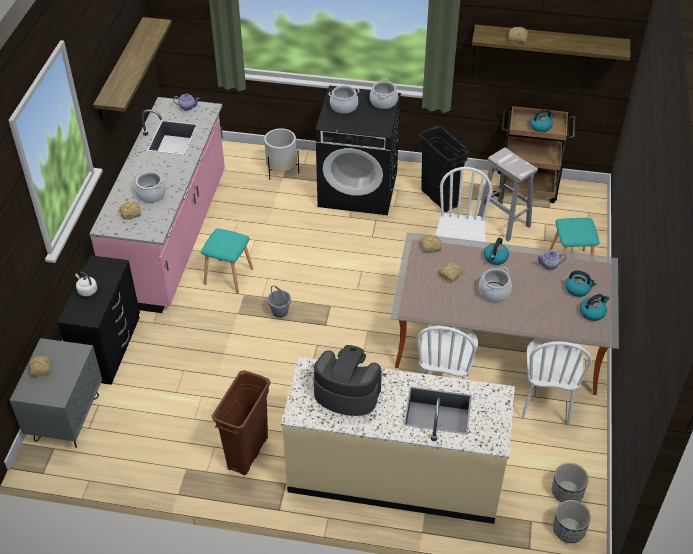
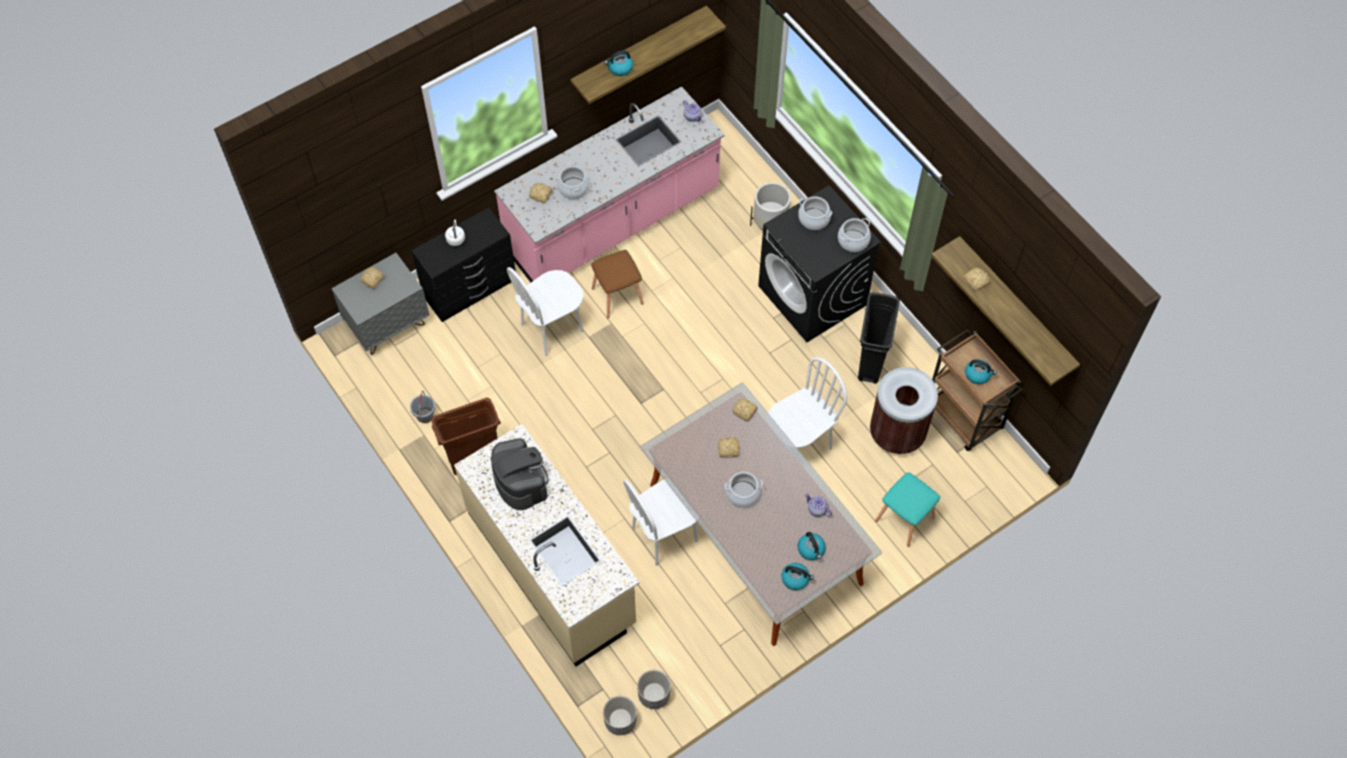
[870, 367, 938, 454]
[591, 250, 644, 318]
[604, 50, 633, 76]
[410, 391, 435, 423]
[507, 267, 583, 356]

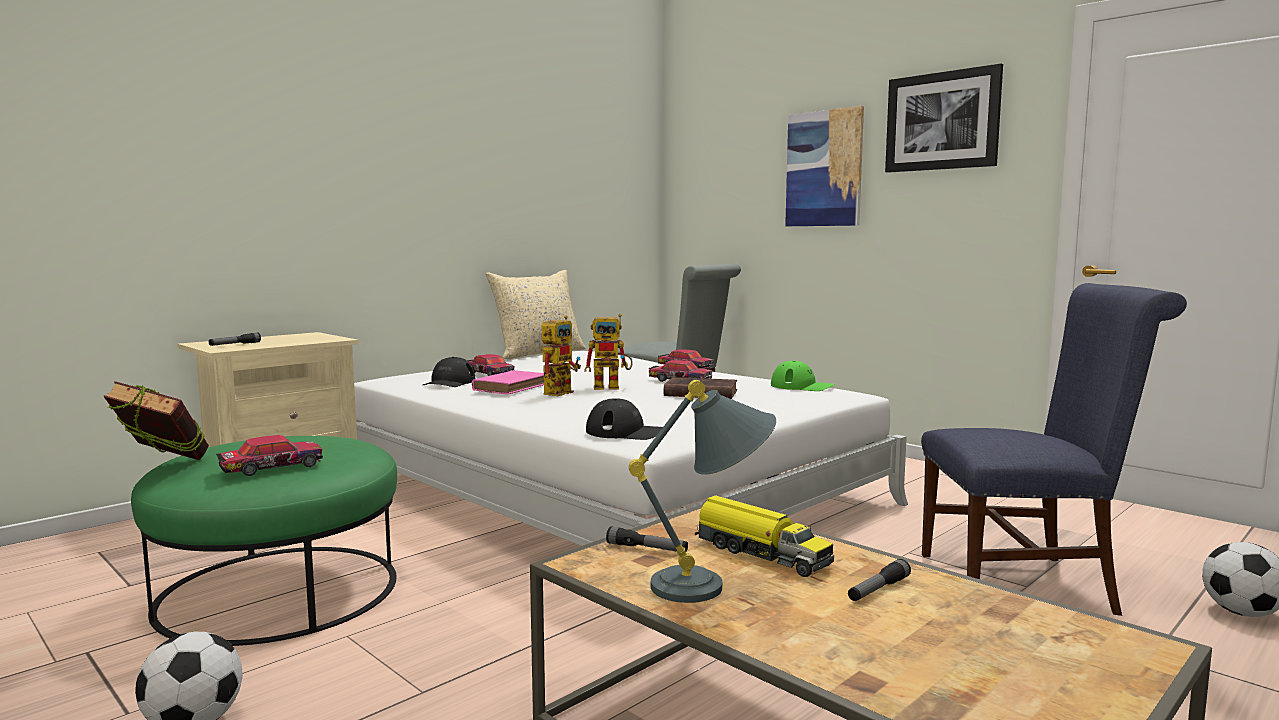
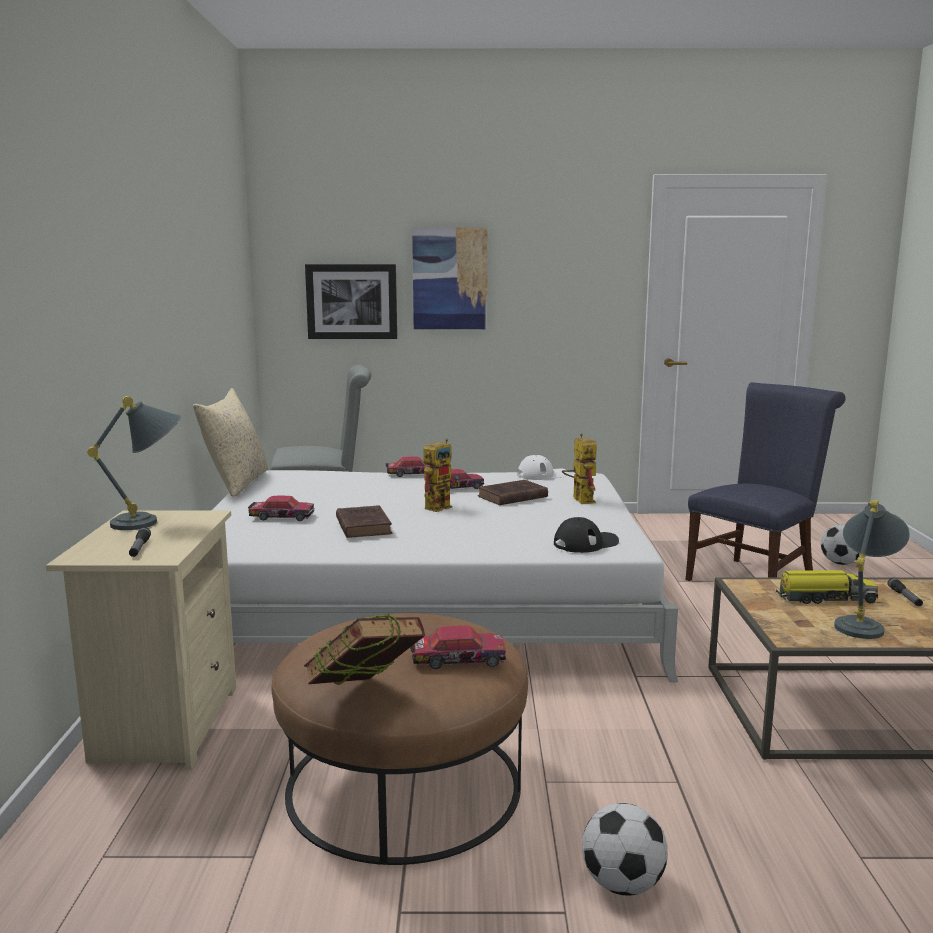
[305, 264, 397, 339]
[562, 433, 597, 504]
[423, 357, 475, 387] (first image)
[517, 455, 568, 480]
[336, 505, 392, 538]
[410, 626, 506, 669]
[271, 613, 528, 865]
[606, 526, 688, 552] (first image)
[87, 396, 181, 530]

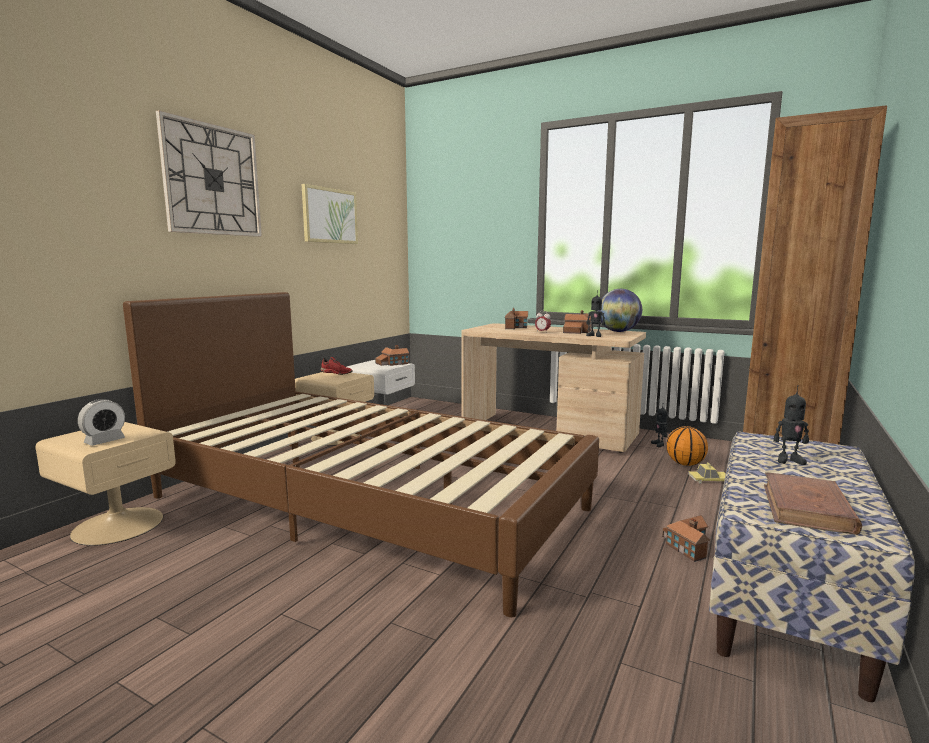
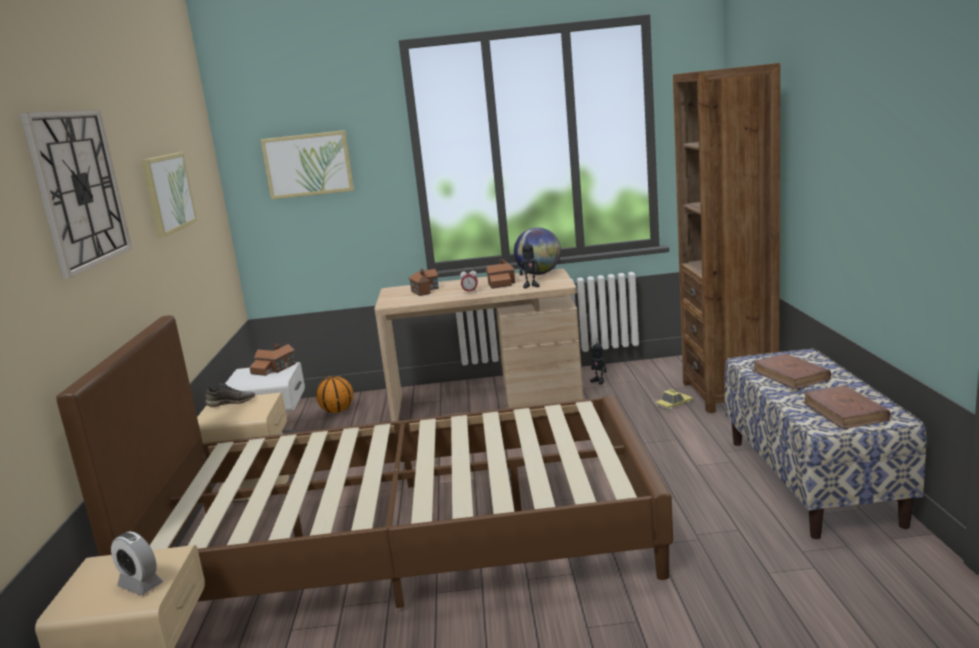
[206, 383, 255, 407]
[752, 354, 831, 389]
[111, 531, 163, 596]
[316, 376, 353, 413]
[662, 515, 710, 562] (first image)
[260, 130, 354, 200]

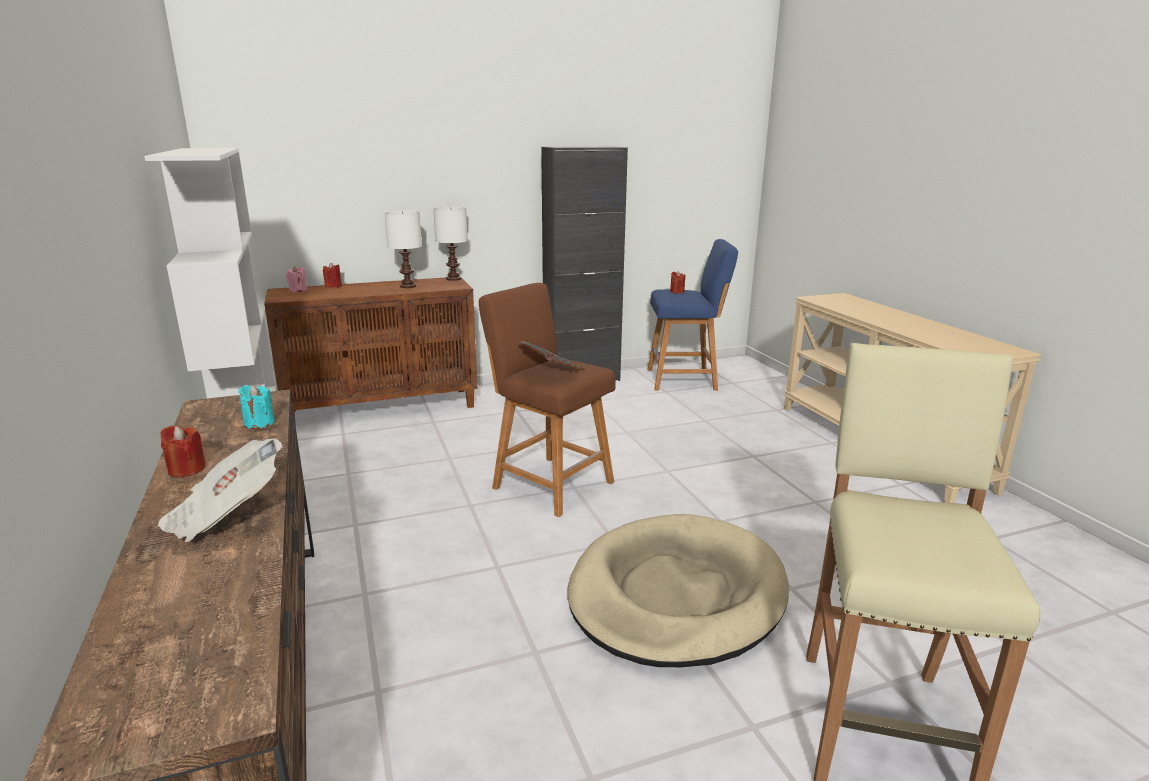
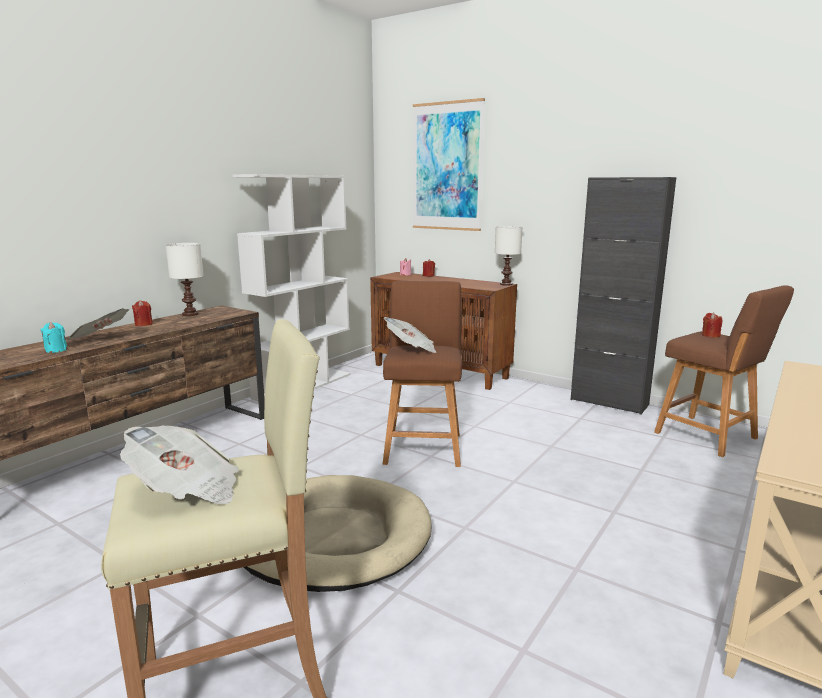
[166, 243, 204, 316]
[654, 285, 794, 457]
[41, 322, 68, 353]
[413, 98, 485, 231]
[120, 426, 239, 504]

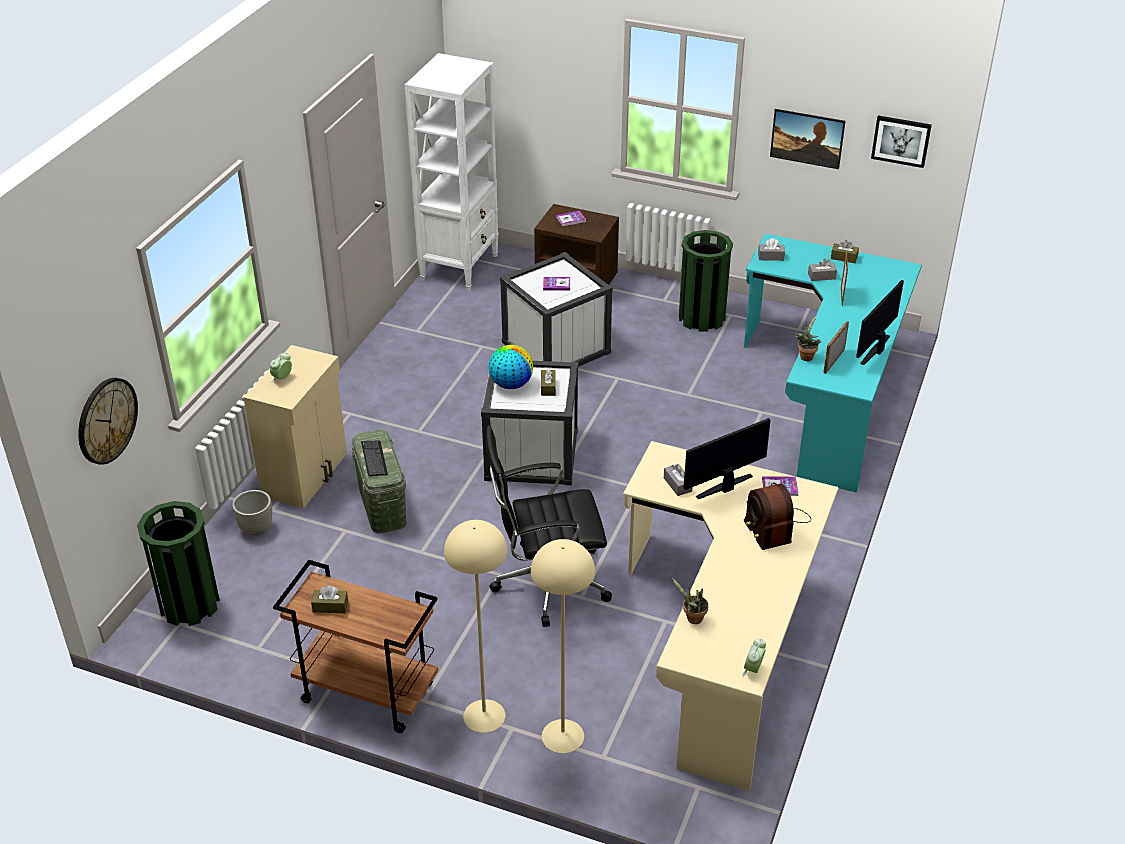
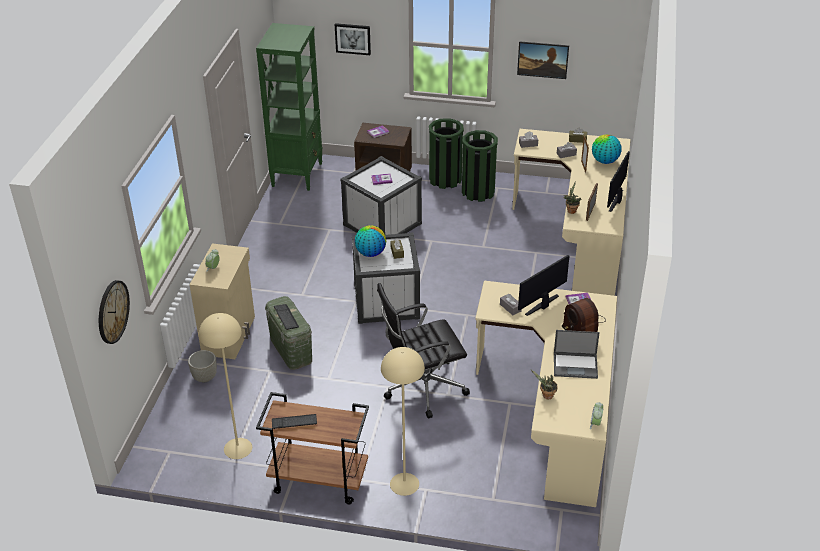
[256, 23, 323, 191]
[335, 23, 371, 55]
[512, 129, 631, 296]
[429, 118, 464, 189]
[199, 313, 252, 459]
[272, 414, 317, 429]
[592, 134, 621, 164]
[554, 330, 600, 379]

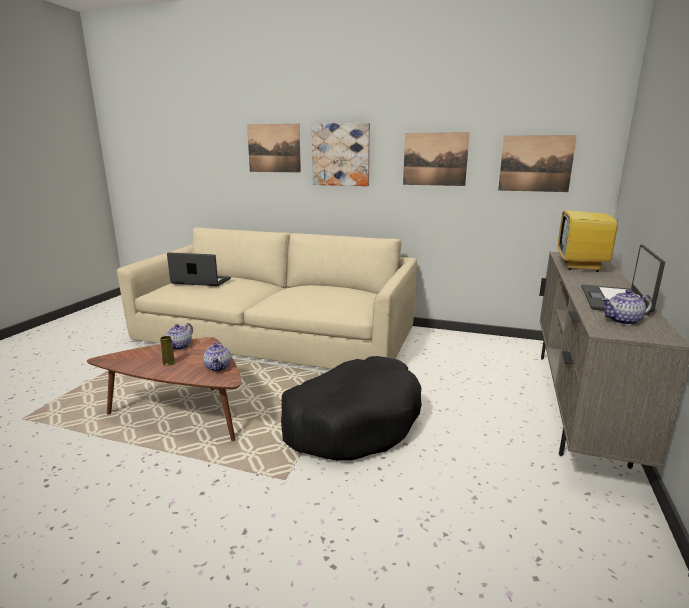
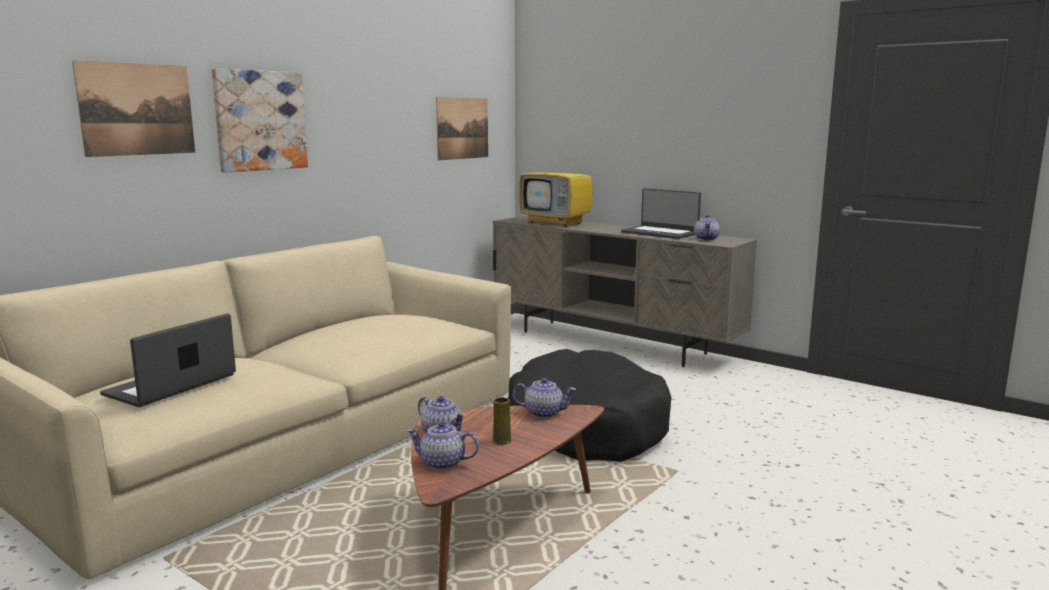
[403, 132, 470, 186] (first image)
[407, 422, 479, 470]

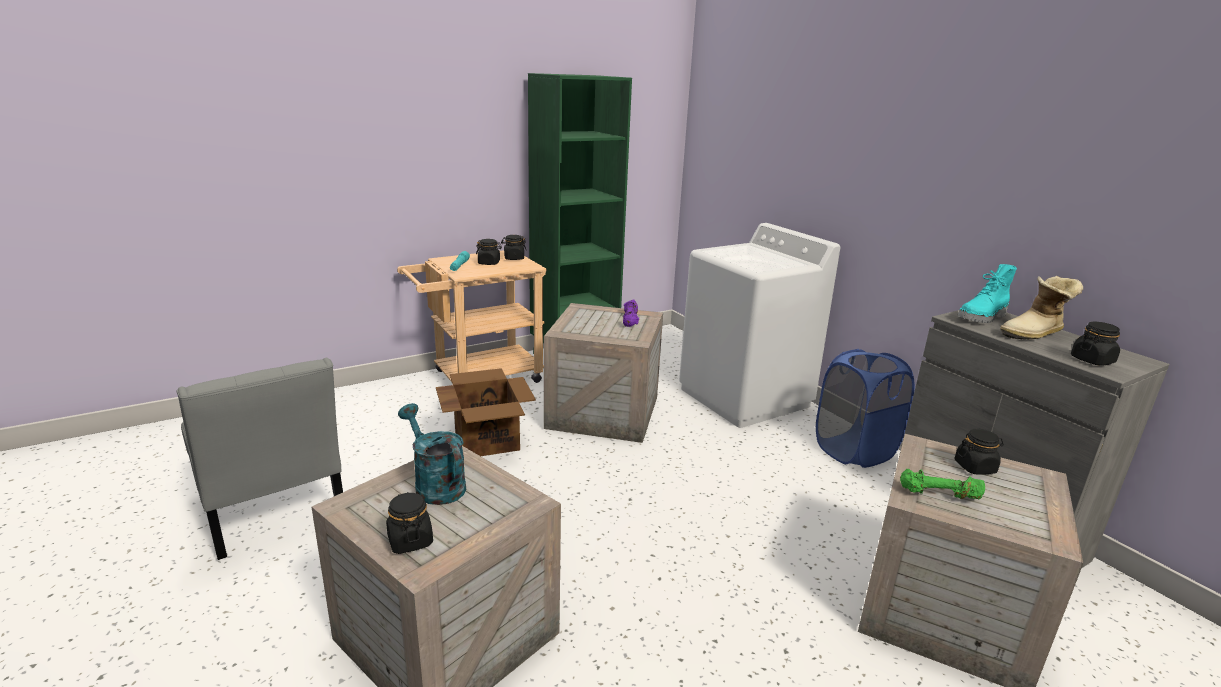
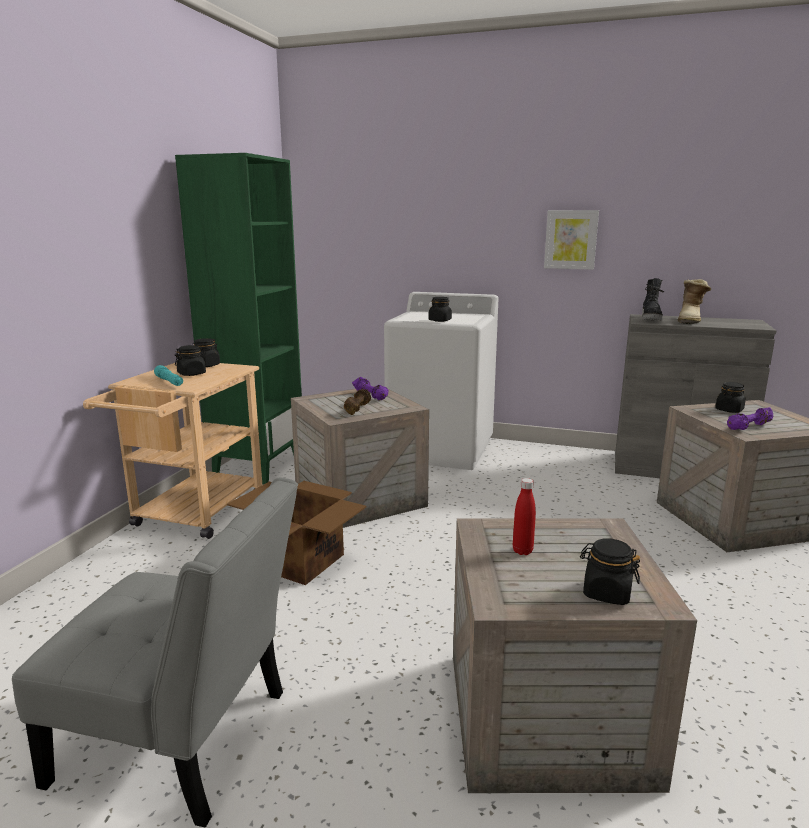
[642, 278, 664, 320]
[429, 297, 452, 322]
[816, 349, 915, 468] (first image)
[513, 478, 536, 555]
[727, 407, 773, 430]
[544, 210, 599, 270]
[344, 389, 371, 415]

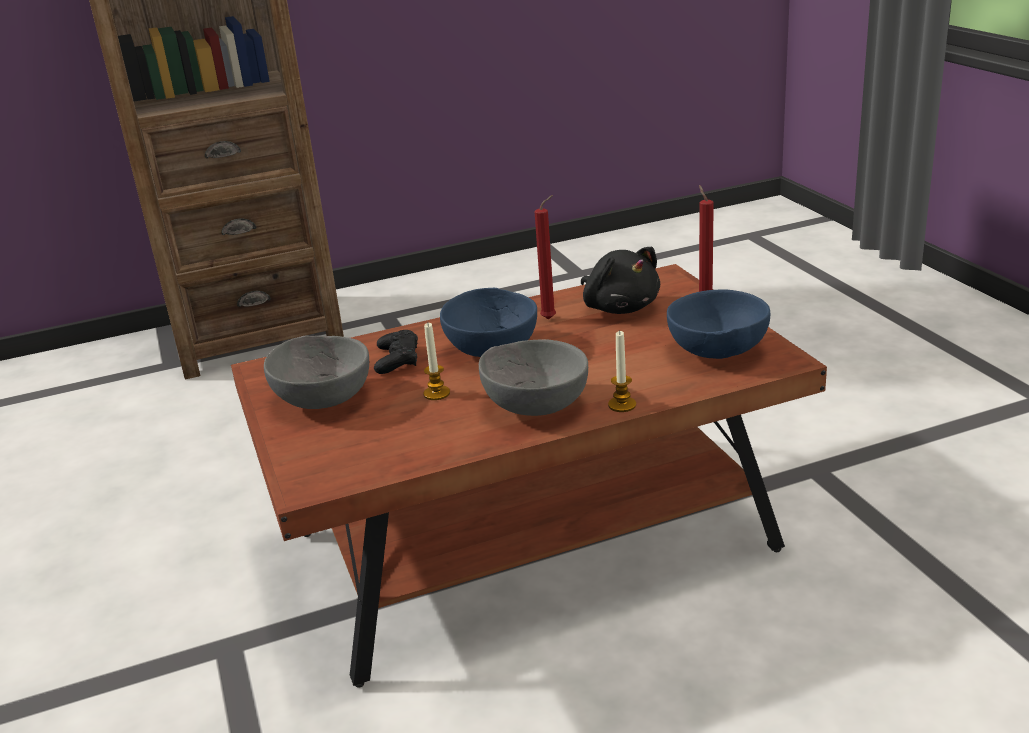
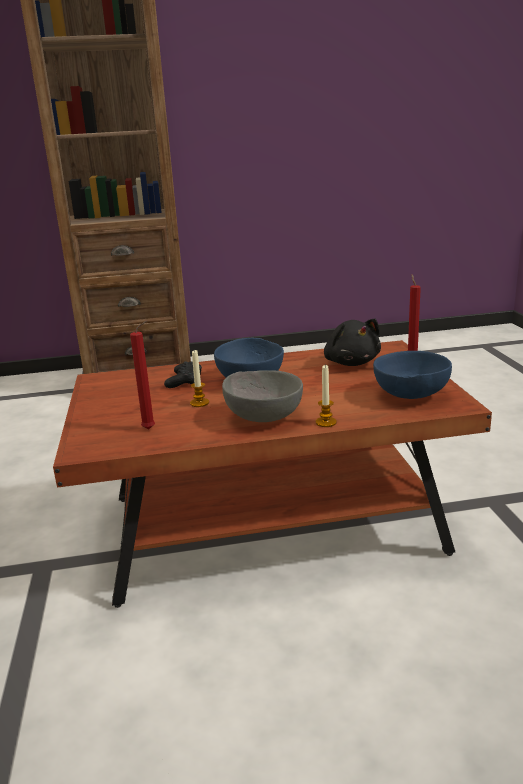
[130, 321, 155, 429]
[264, 336, 369, 409] (first image)

